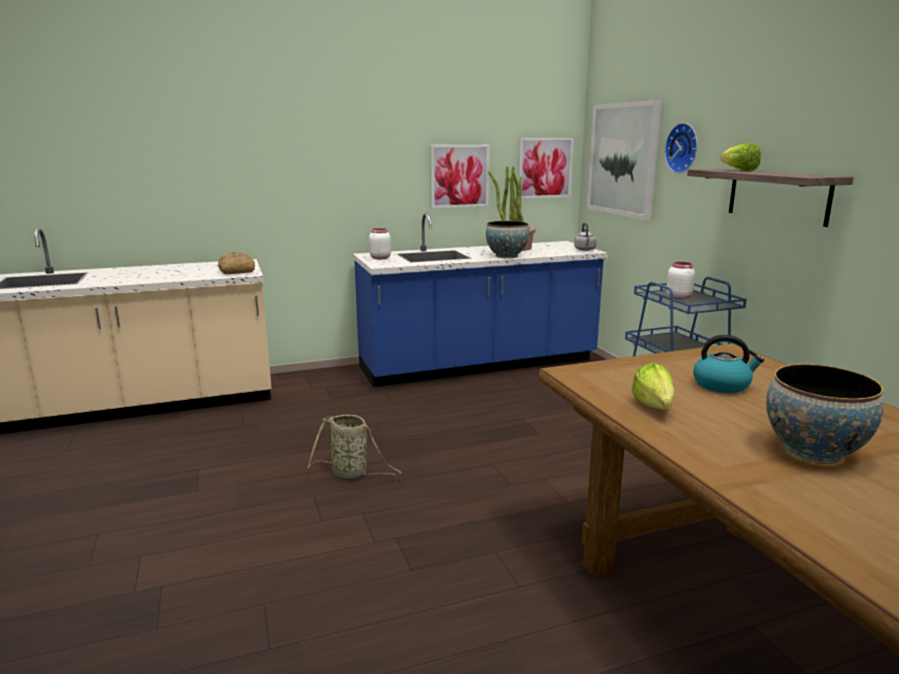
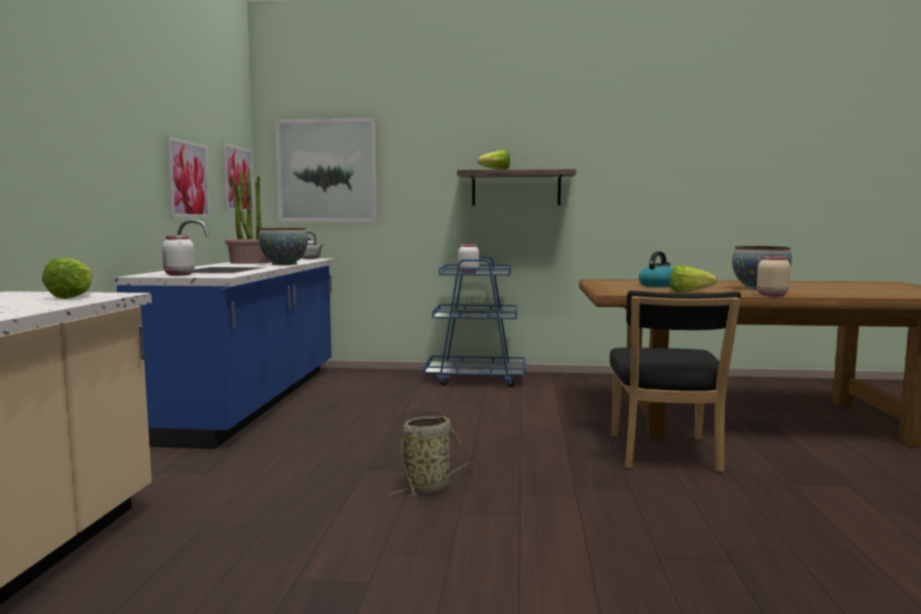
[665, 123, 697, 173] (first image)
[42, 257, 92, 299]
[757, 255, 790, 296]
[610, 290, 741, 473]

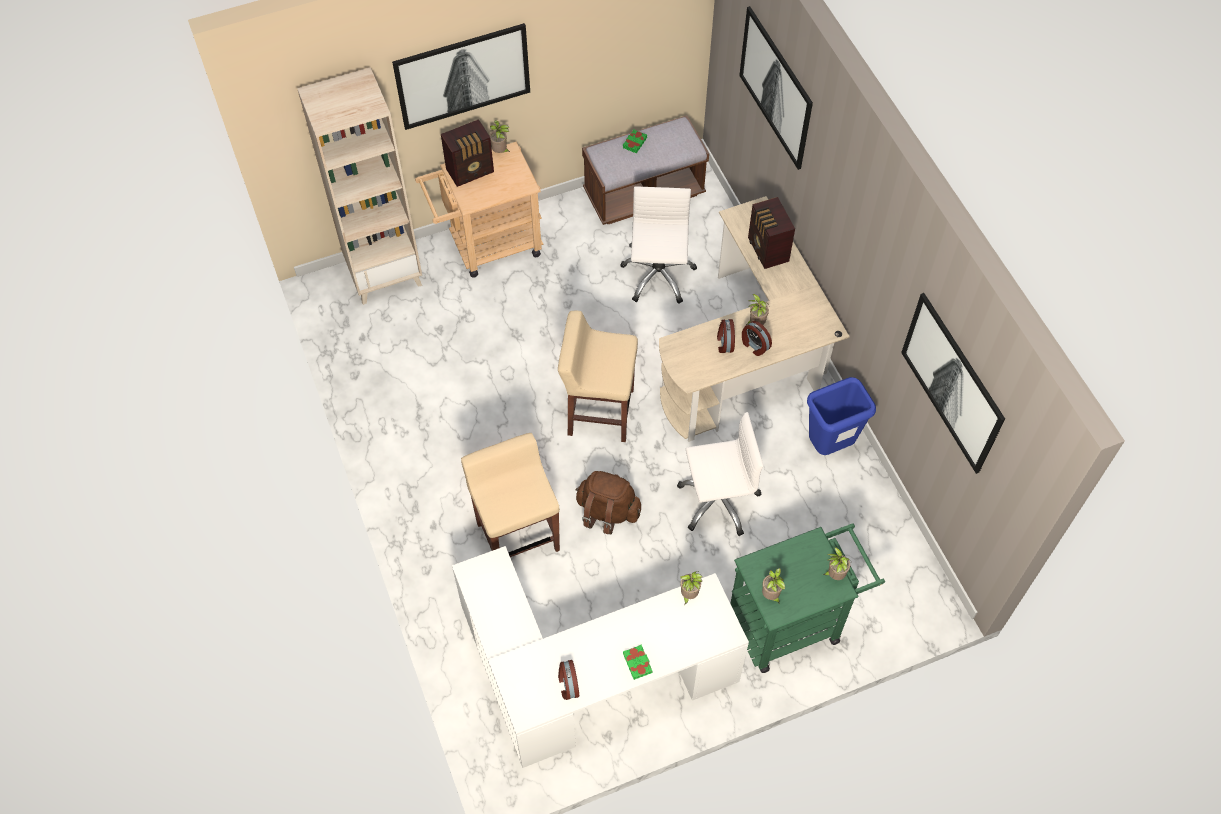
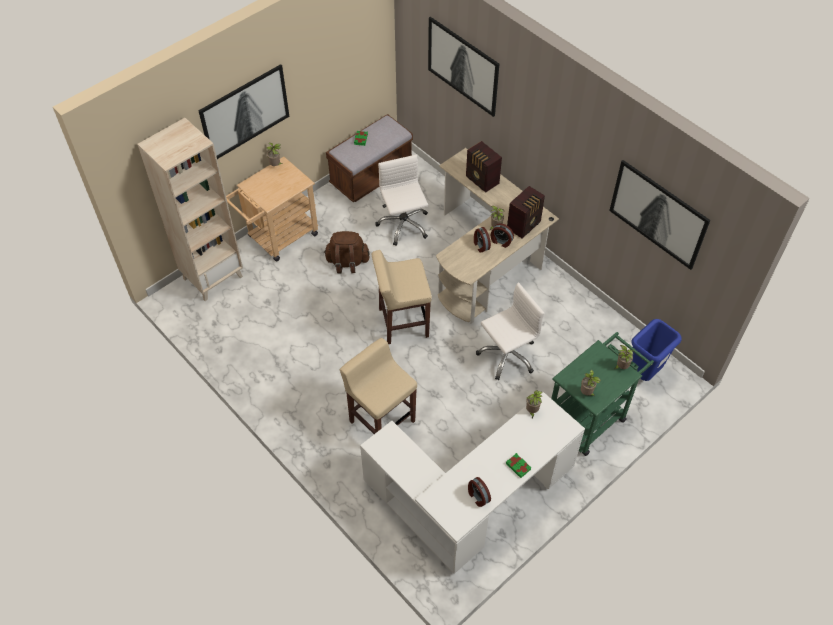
[507, 186, 545, 238]
[631, 319, 682, 381]
[324, 231, 369, 273]

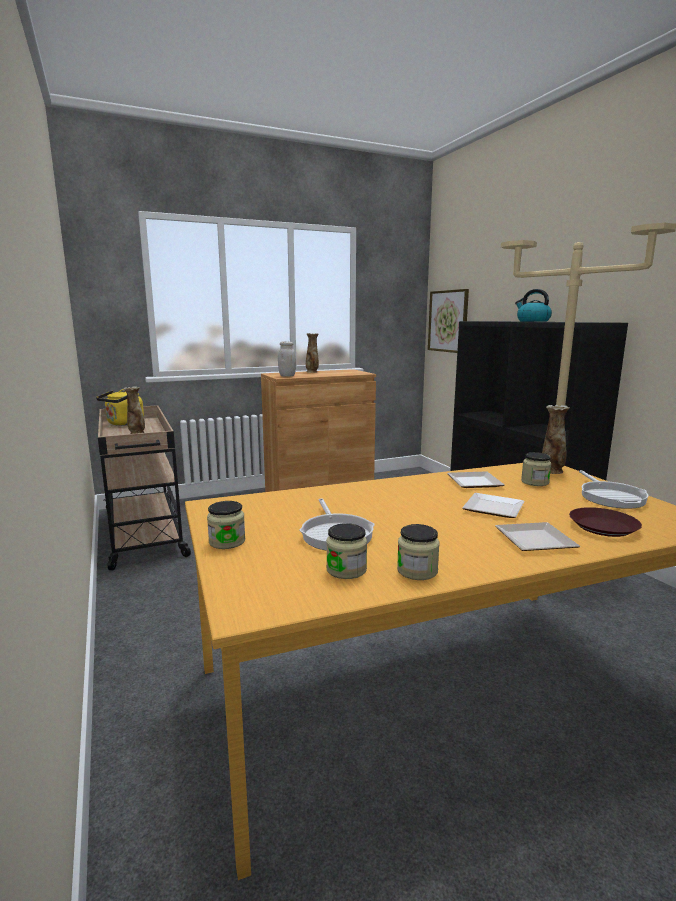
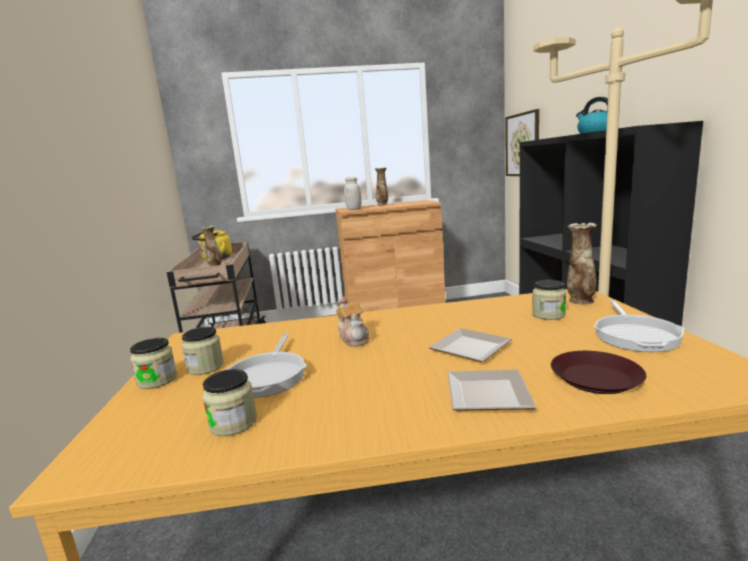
[447, 471, 505, 488] (first image)
[181, 327, 224, 375]
[336, 297, 369, 347]

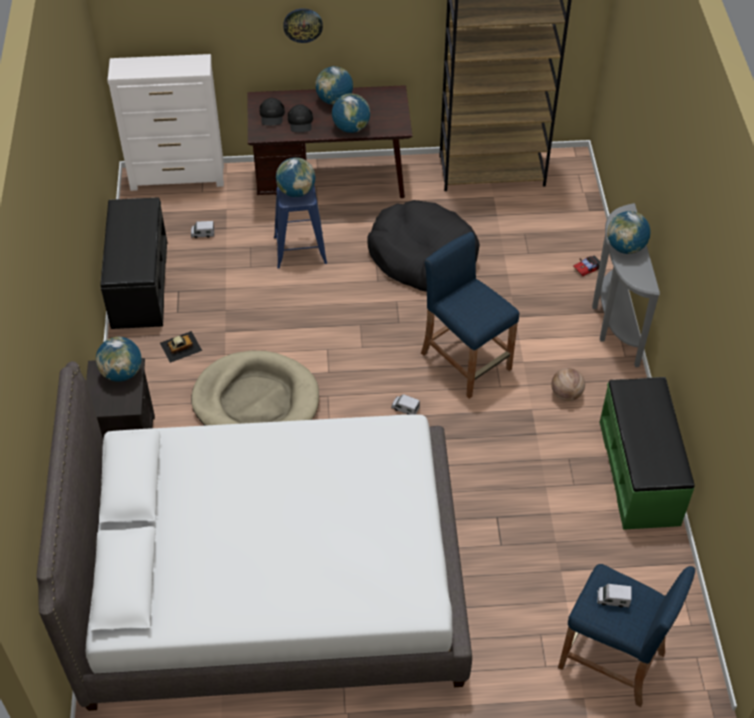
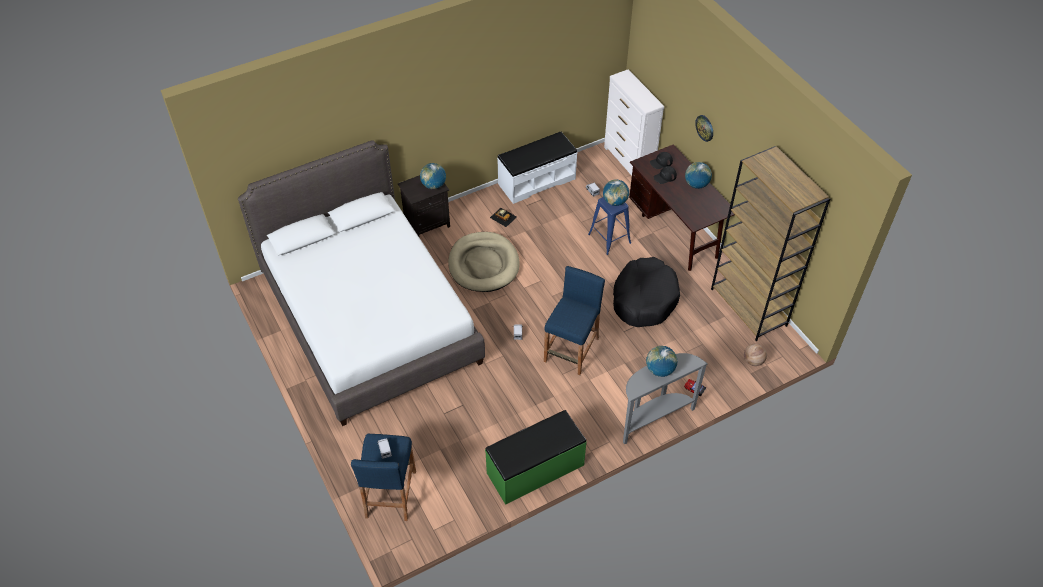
[332, 93, 370, 133] (first image)
[497, 132, 578, 204]
[744, 344, 767, 366]

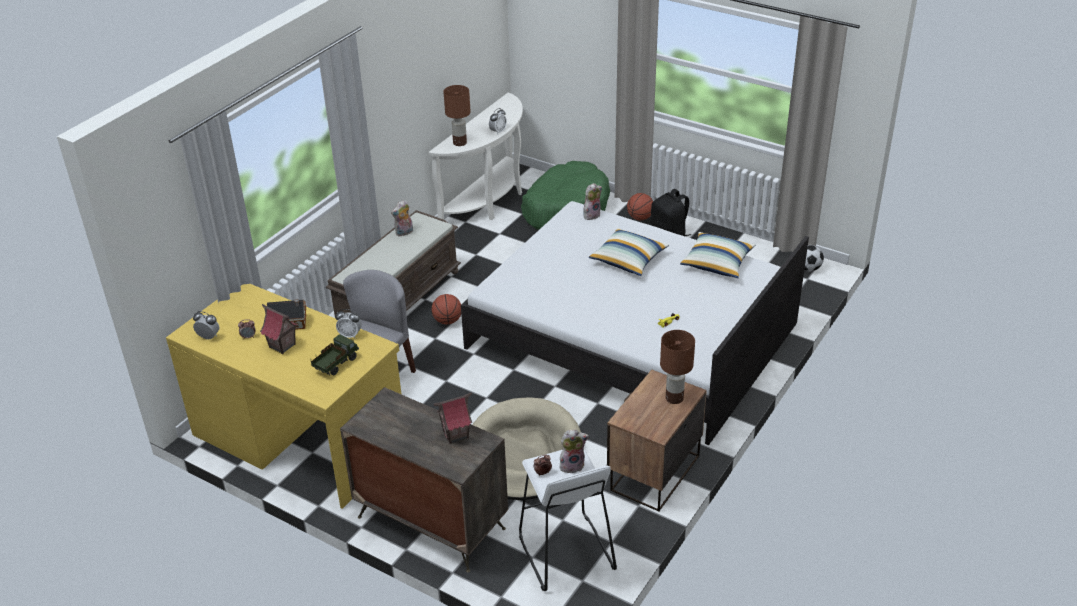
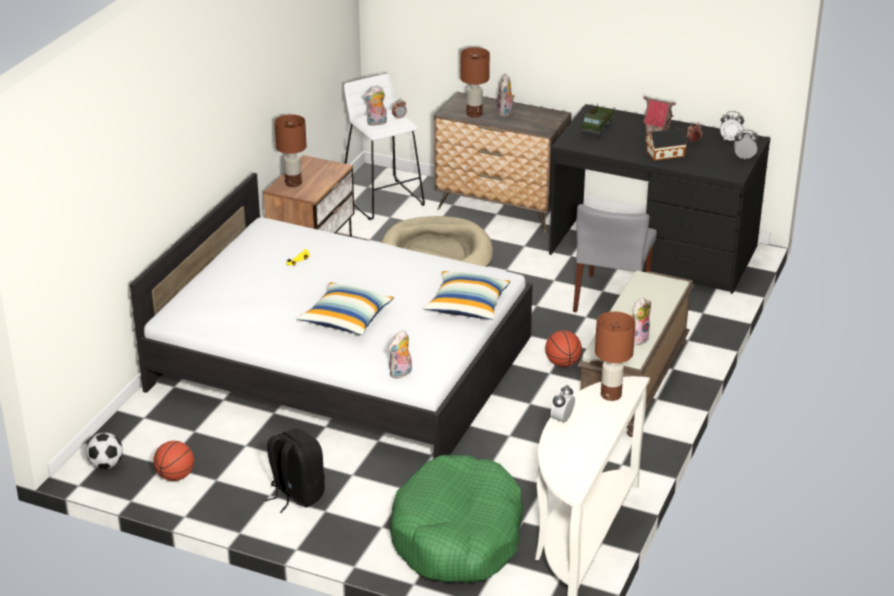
[154, 441, 194, 481]
[424, 271, 510, 319]
[549, 104, 770, 294]
[734, 130, 759, 160]
[460, 47, 490, 118]
[496, 74, 515, 117]

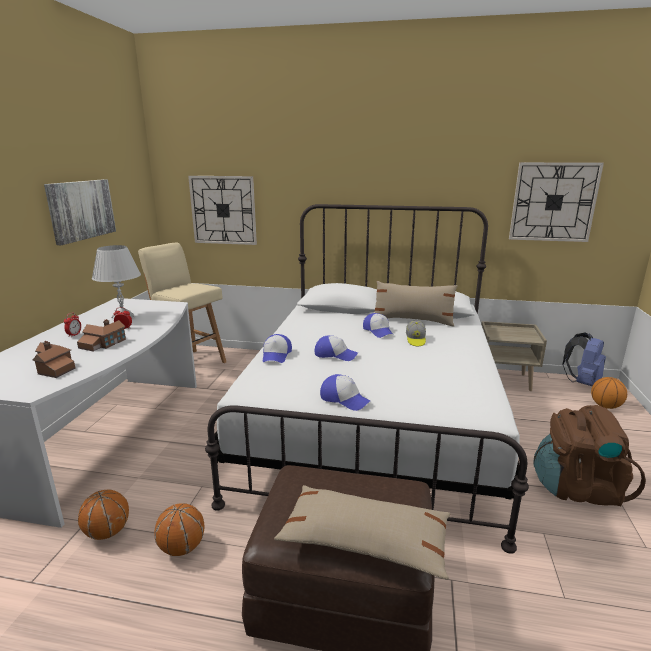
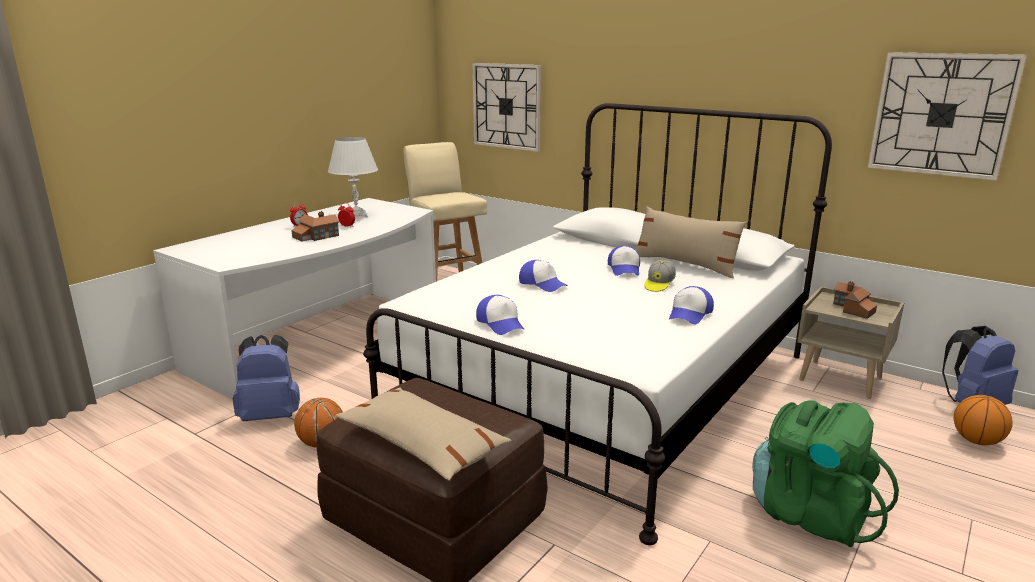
[44, 179, 116, 245] (first image)
[669, 286, 714, 324]
[833, 281, 877, 319]
[753, 400, 899, 547]
[233, 335, 300, 421]

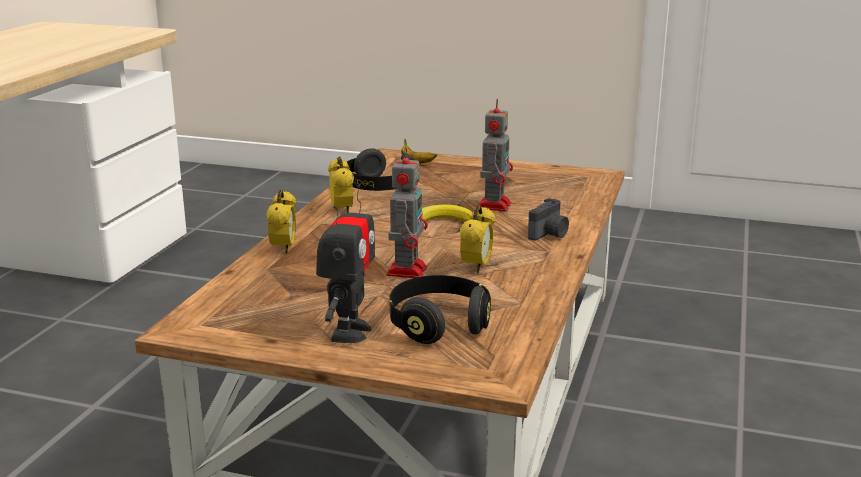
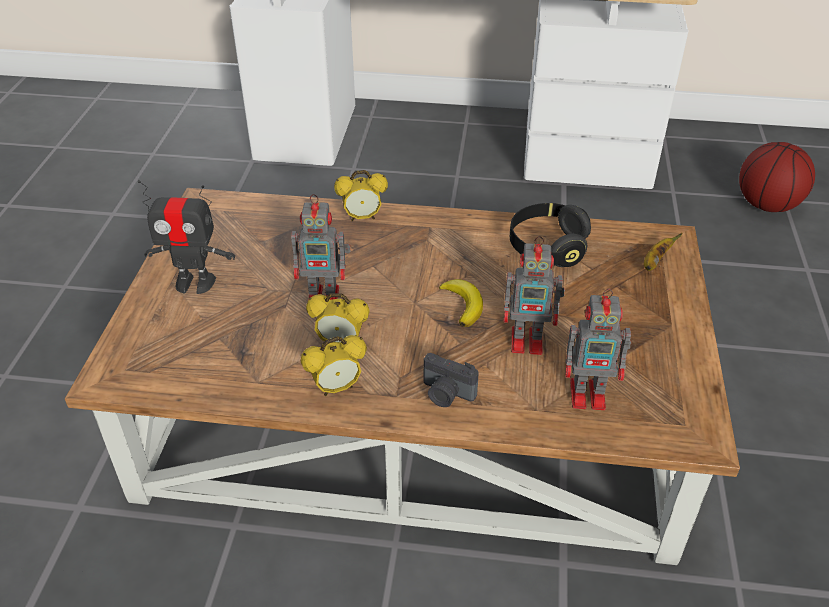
[301, 335, 367, 396]
[389, 275, 491, 344] (first image)
[739, 142, 815, 212]
[565, 288, 631, 410]

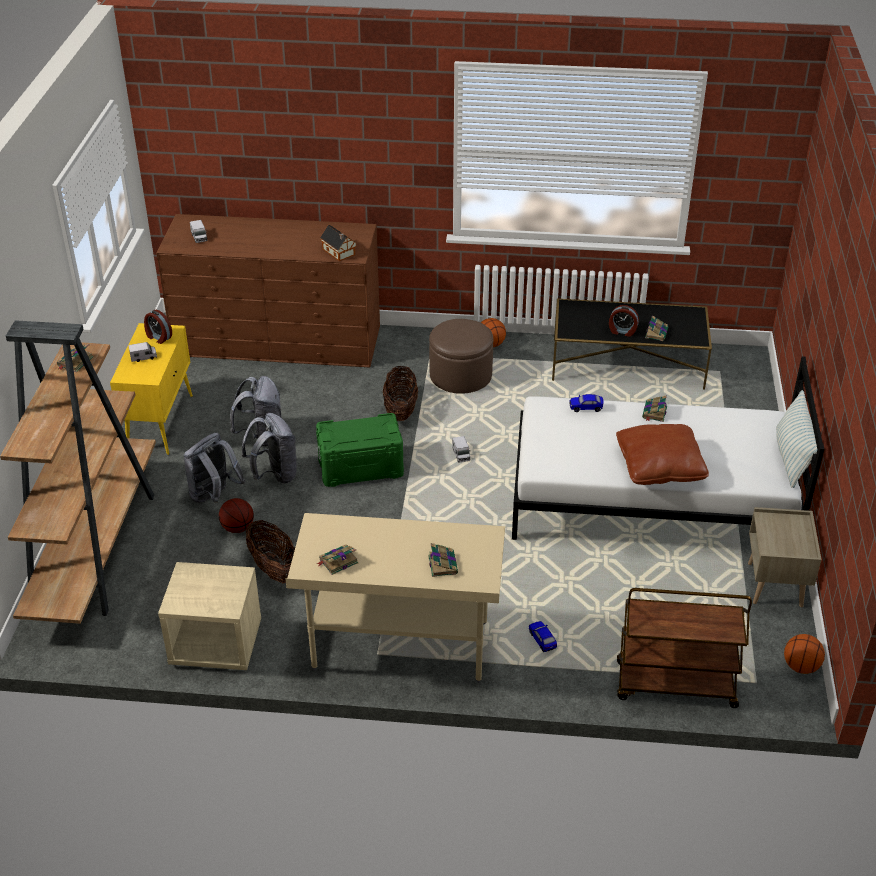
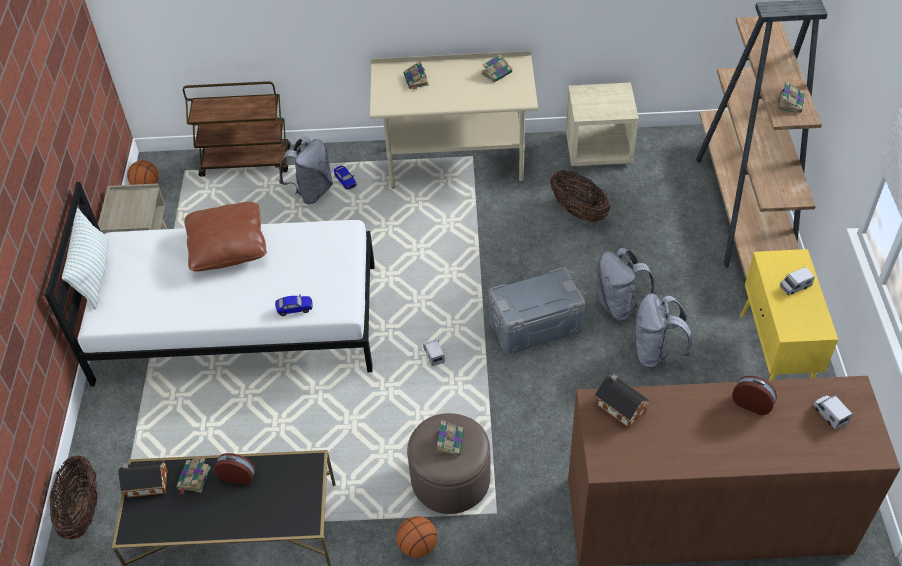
[732, 376, 777, 415]
[50, 456, 98, 540]
[435, 420, 464, 456]
[489, 267, 585, 354]
[279, 136, 333, 204]
[219, 498, 254, 533] (first image)
[118, 461, 168, 498]

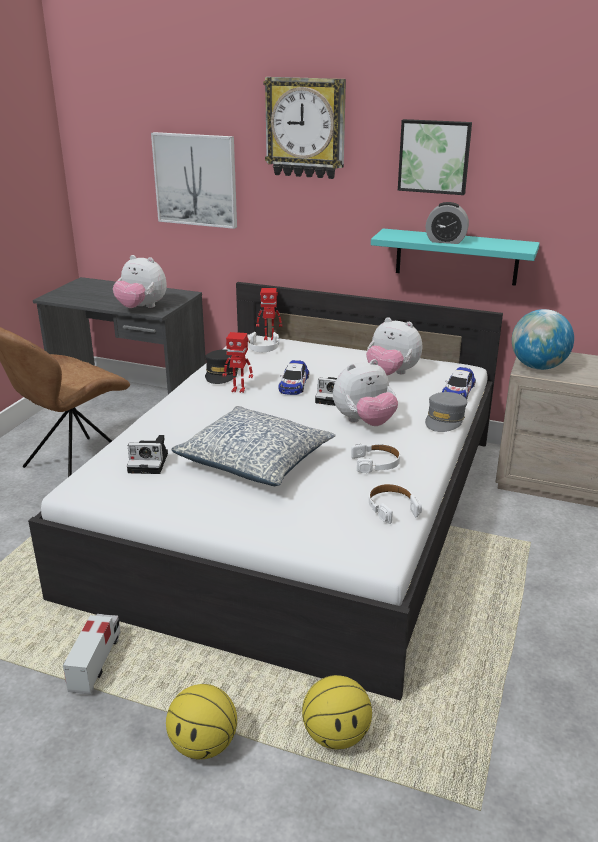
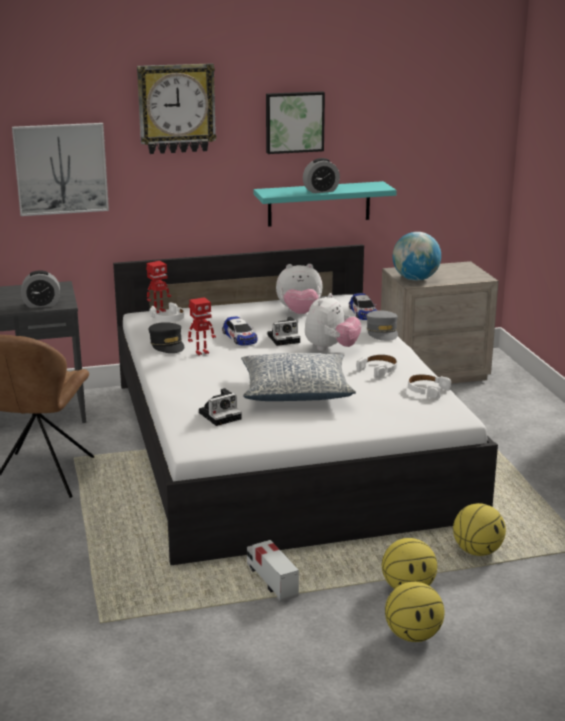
[21, 271, 60, 308]
[385, 582, 445, 642]

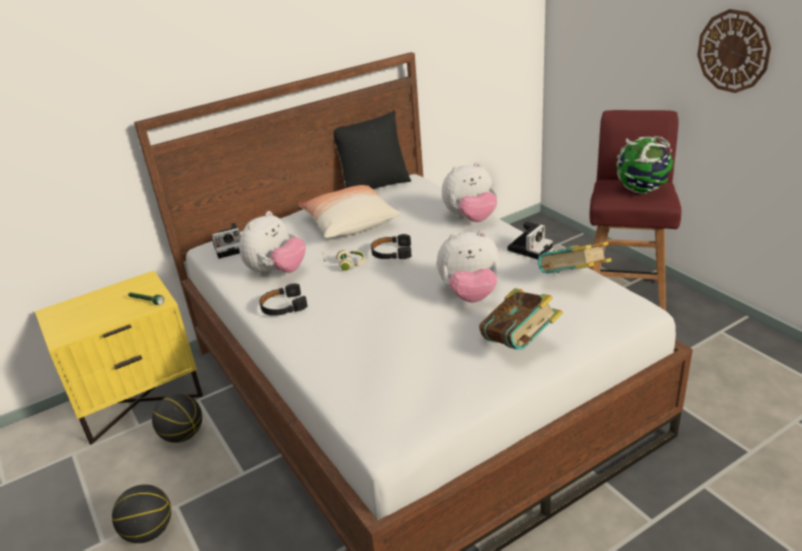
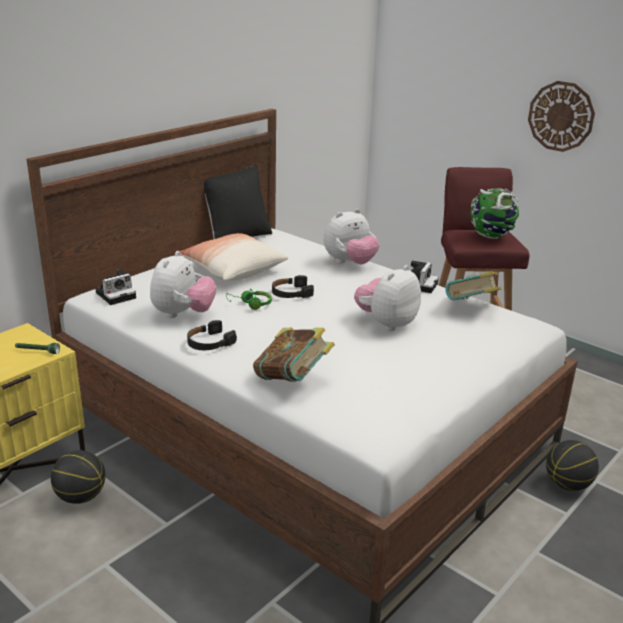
[354, 265, 421, 331]
[226, 289, 272, 310]
[253, 328, 335, 382]
[546, 440, 599, 491]

